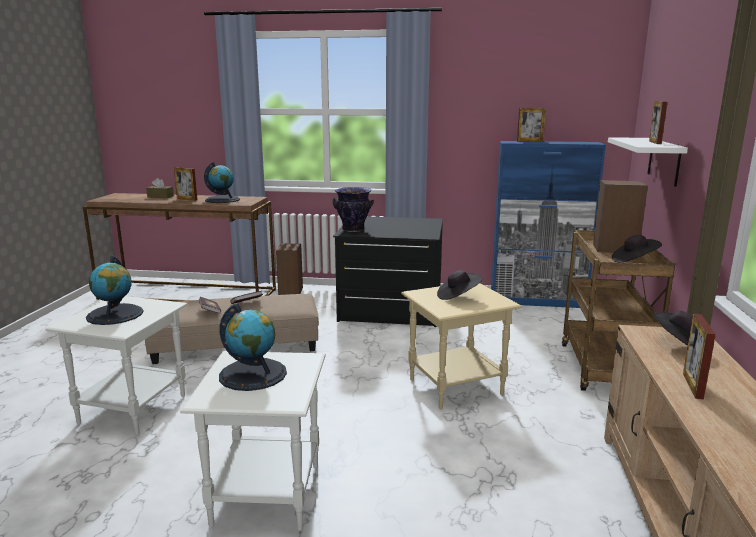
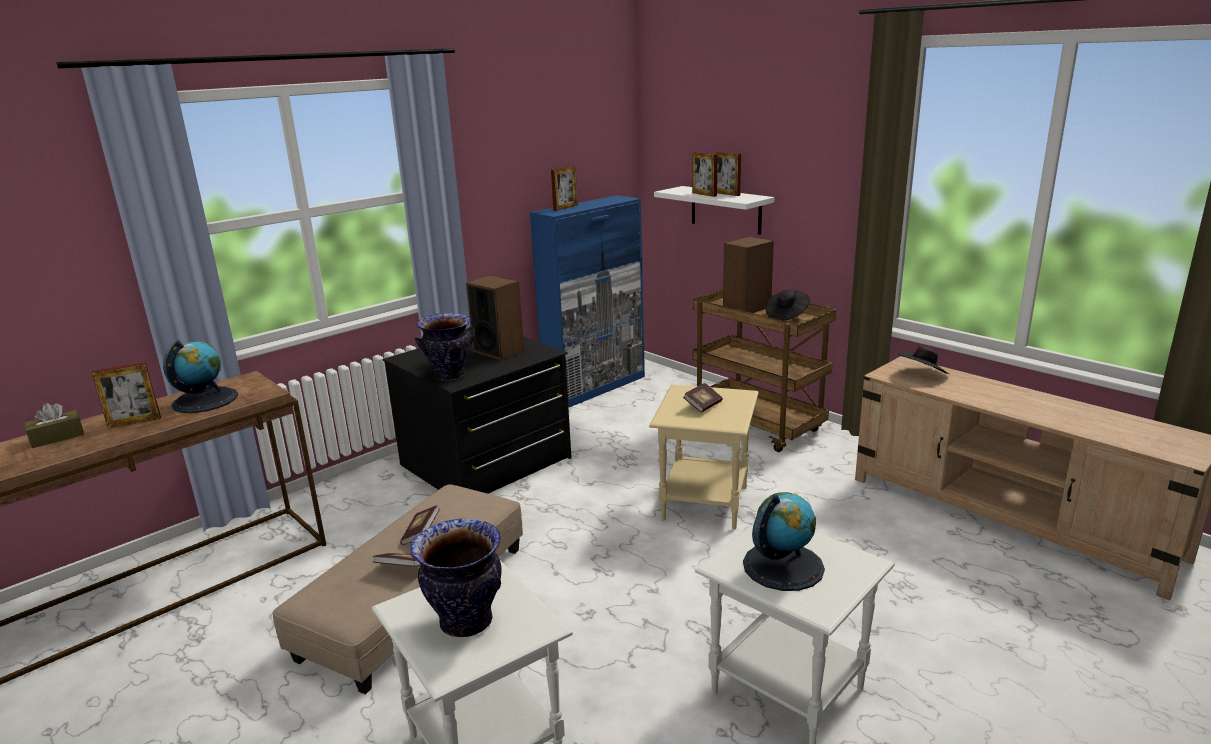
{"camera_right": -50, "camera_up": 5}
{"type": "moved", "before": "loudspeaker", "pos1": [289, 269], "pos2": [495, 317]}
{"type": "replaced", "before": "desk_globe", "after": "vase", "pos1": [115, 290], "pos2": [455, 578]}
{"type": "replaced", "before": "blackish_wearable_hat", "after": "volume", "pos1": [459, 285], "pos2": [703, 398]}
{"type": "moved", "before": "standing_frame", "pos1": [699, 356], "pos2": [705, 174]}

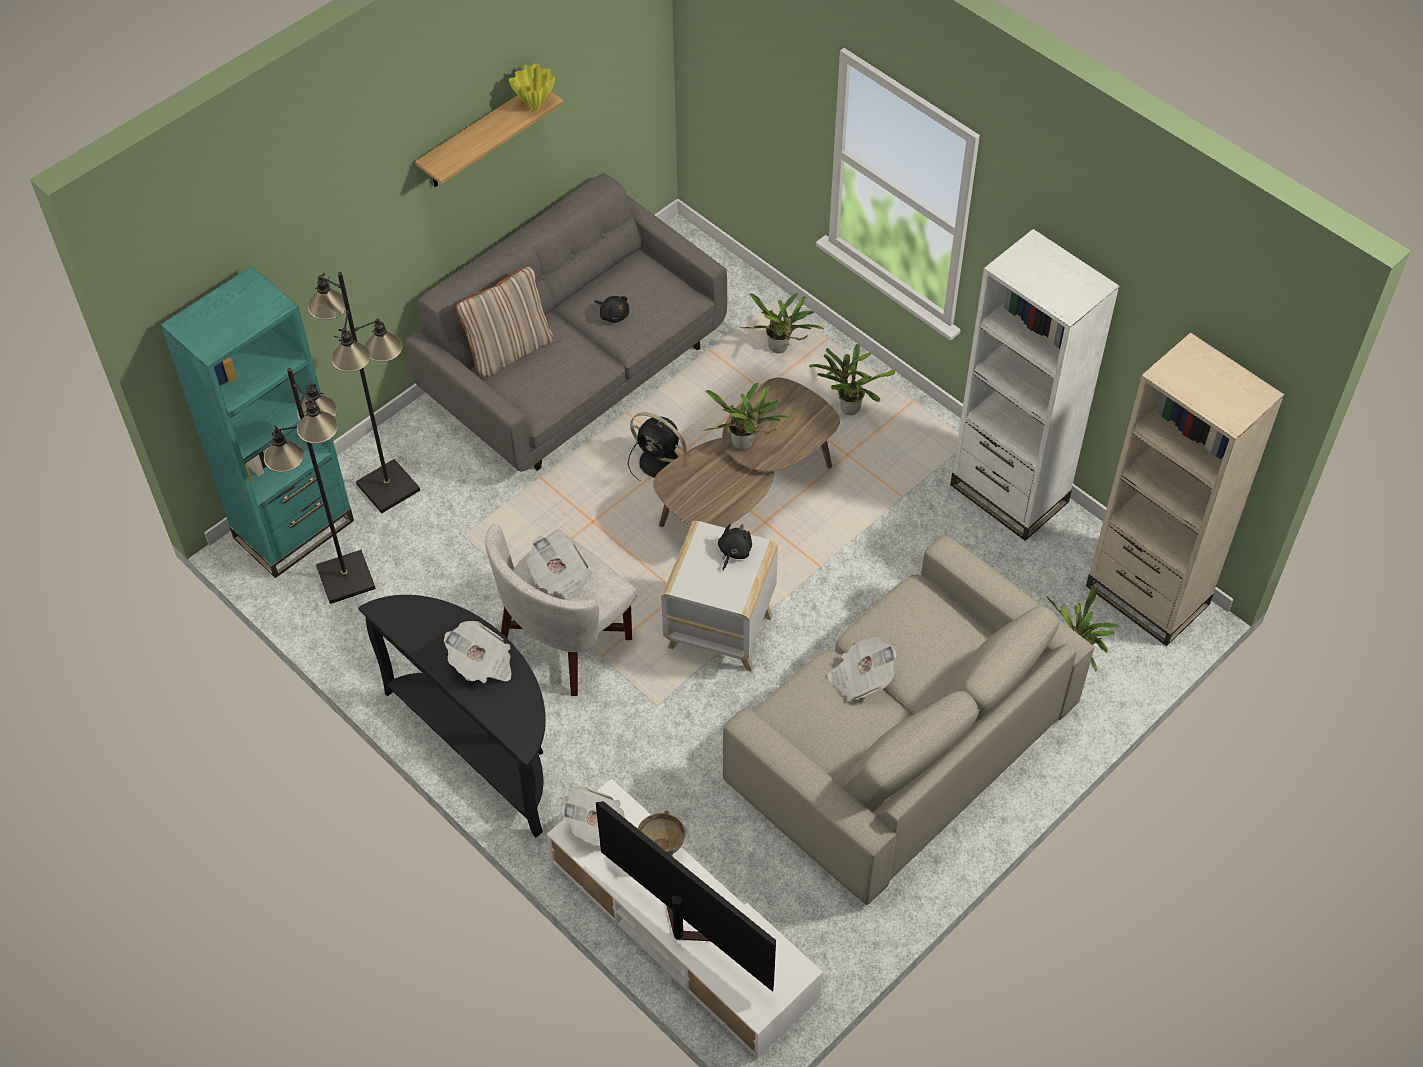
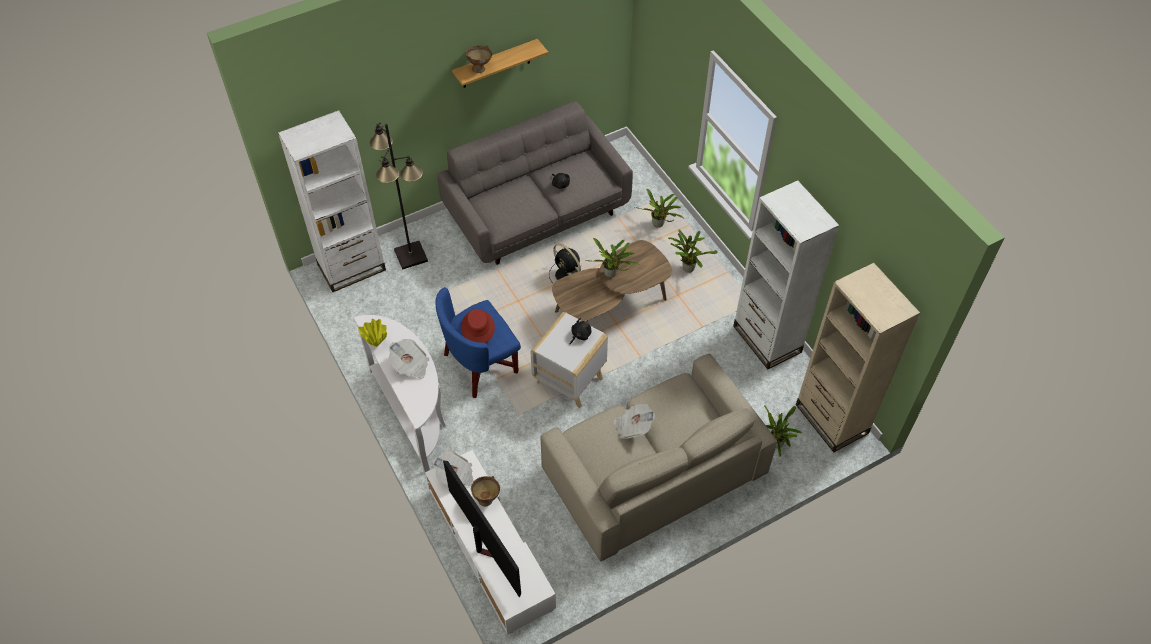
{"camera_right": 15, "camera_up": 0}
{"type": "moved", "before": "yellowish_vase", "pos1": [532, 87], "pos2": [372, 333]}
{"type": "recoloured", "before": "turquoise_bookshelf", "after": "white-coloured_bookshelf", "pos1": [257, 422], "pos2": [332, 201]}
{"type": "removed", "before": "beige-coloured_pillow", "pos1": [505, 322]}
{"type": "removed", "before": "blackish_standard_lamp", "pos1": [320, 486]}
{"type": "recoloured", "before": "white-coloured_easy_chair", "after": "bluish_easy_chair", "pos1": [561, 610], "pos2": [478, 342]}
{"type": "replaced", "before": "daily_paper", "after": "reddish_wearable_hat", "pos1": [559, 568], "pos2": [478, 326]}
{"type": "recoloured", "before": "blackish_console_table", "after": "white-coloured_console_table", "pos1": [452, 716], "pos2": [400, 393]}
{"type": "added", "after": "brown_serving_bowl", "pos2": [479, 59]}

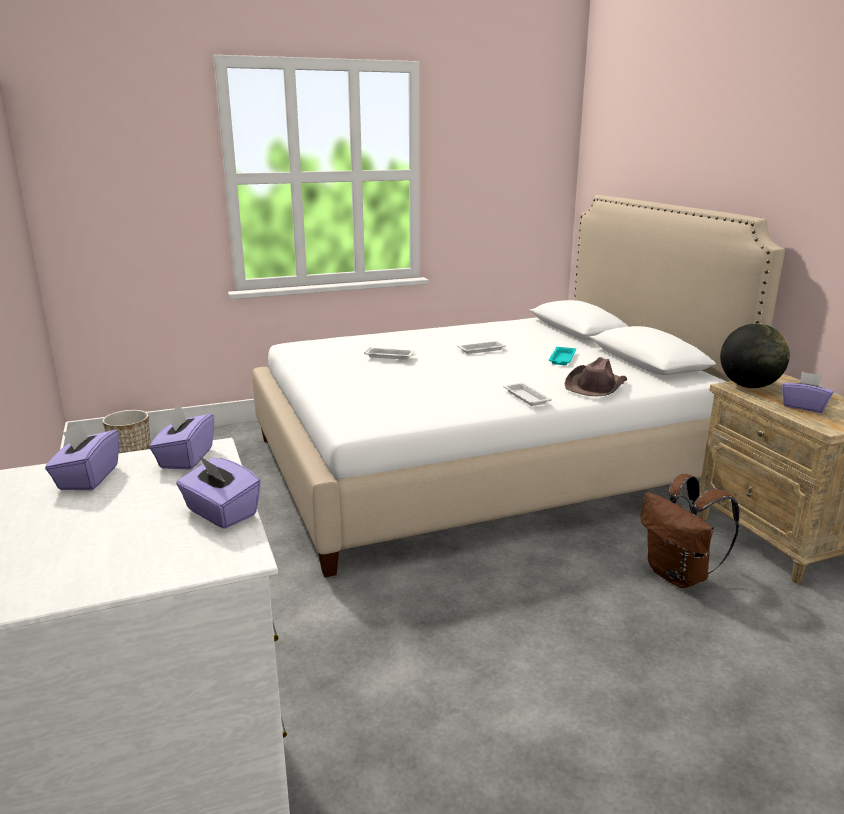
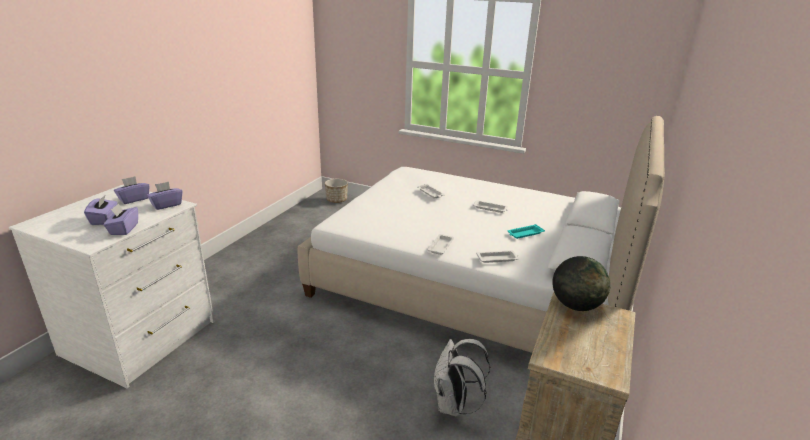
{"camera_right": 45, "camera_up": 5}
{"type": "replaced", "before": "brown_wearable_hat", "after": "white-coloured_tray", "pos1": [596, 376], "pos2": [497, 256]}
{"type": "moved", "before": "purple_tissue_box", "pos1": [808, 392], "pos2": [101, 209]}
{"type": "recoloured", "before": "brown_rucksack", "after": "white-coloured_rucksack", "pos1": [690, 531], "pos2": [462, 378]}

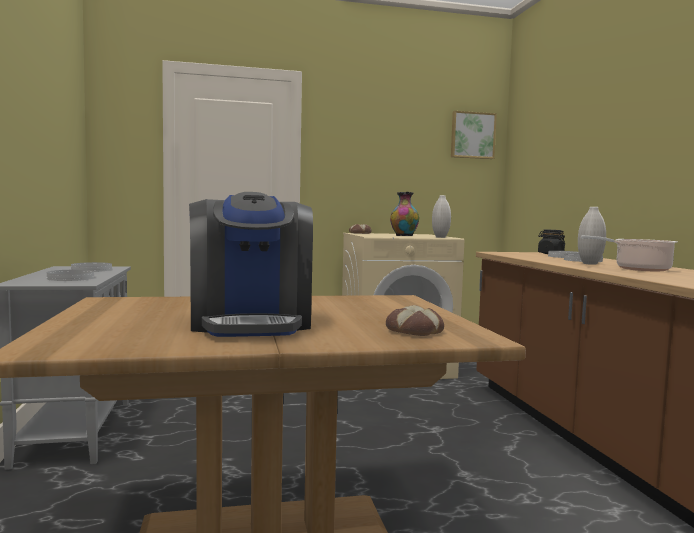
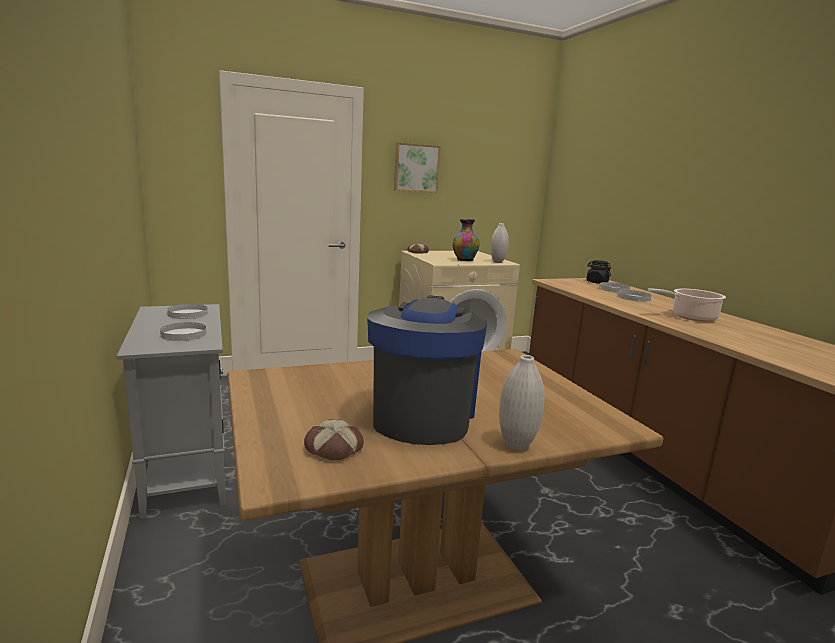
{"camera_right": -10, "camera_up": 10}
{"type": "moved", "before": "wall_picture", "pos1": [474, 135], "pos2": [417, 167]}
{"type": "turned", "before": "coffee_maker", "pos1": [251, 264], "pos2": [427, 370], "turn": -150}
{"type": "moved", "before": "white-coloured_vase", "pos1": [592, 236], "pos2": [522, 402]}
{"type": "moved", "before": "bakery_bread", "pos1": [415, 320], "pos2": [334, 439]}

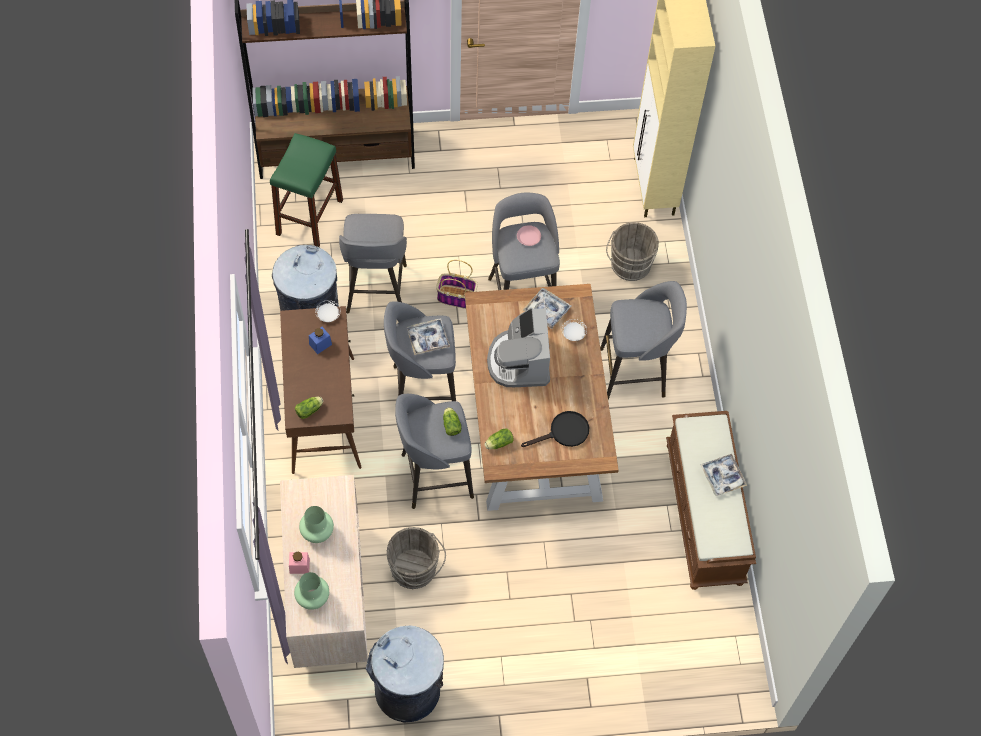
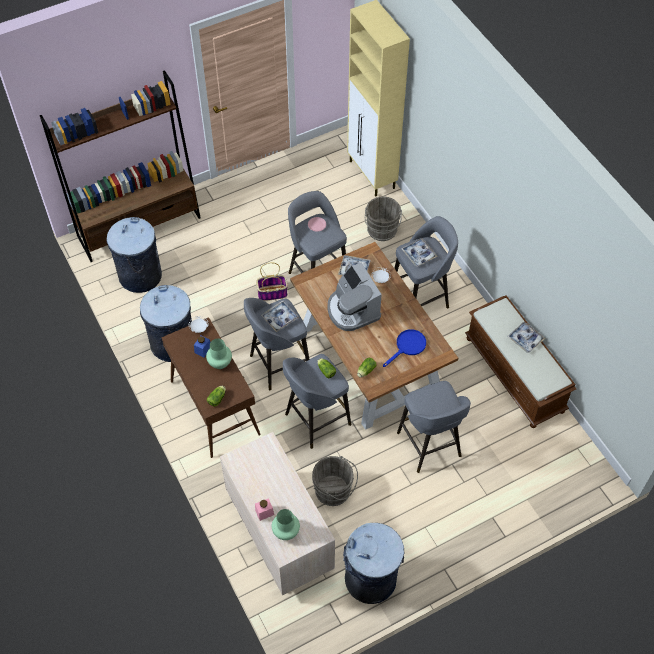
{"camera_right": -20, "camera_up": -5}
{"type": "replaced", "before": "green_stool_seat", "after": "grey_rubbish_bin", "pos1": [306, 190], "pos2": [134, 255]}
{"type": "moved", "before": "grey_stool_seat", "pos1": [373, 263], "pos2": [434, 427]}
{"type": "recoloured", "before": "blackish_frying_pan", "after": "bluish_frying_pan", "pos1": [555, 429], "pos2": [404, 348]}
{"type": "moved", "before": "green_vase", "pos1": [316, 524], "pos2": [219, 354]}
{"type": "added", "after": "tray", "pos2": [419, 252]}

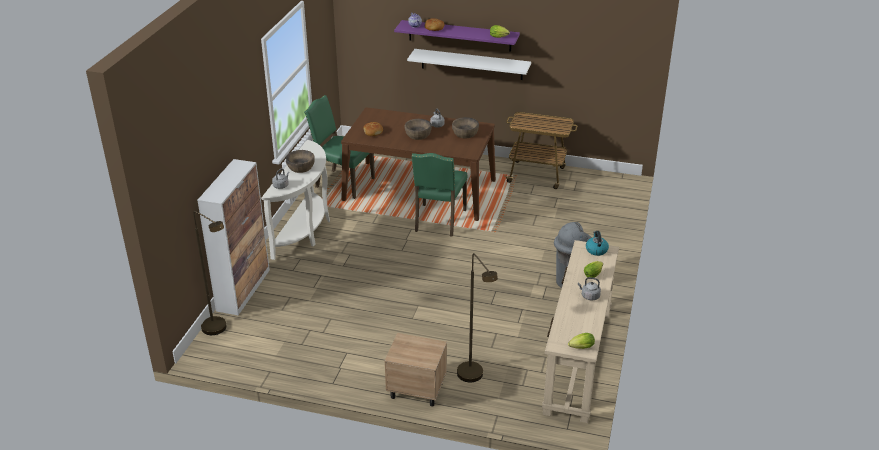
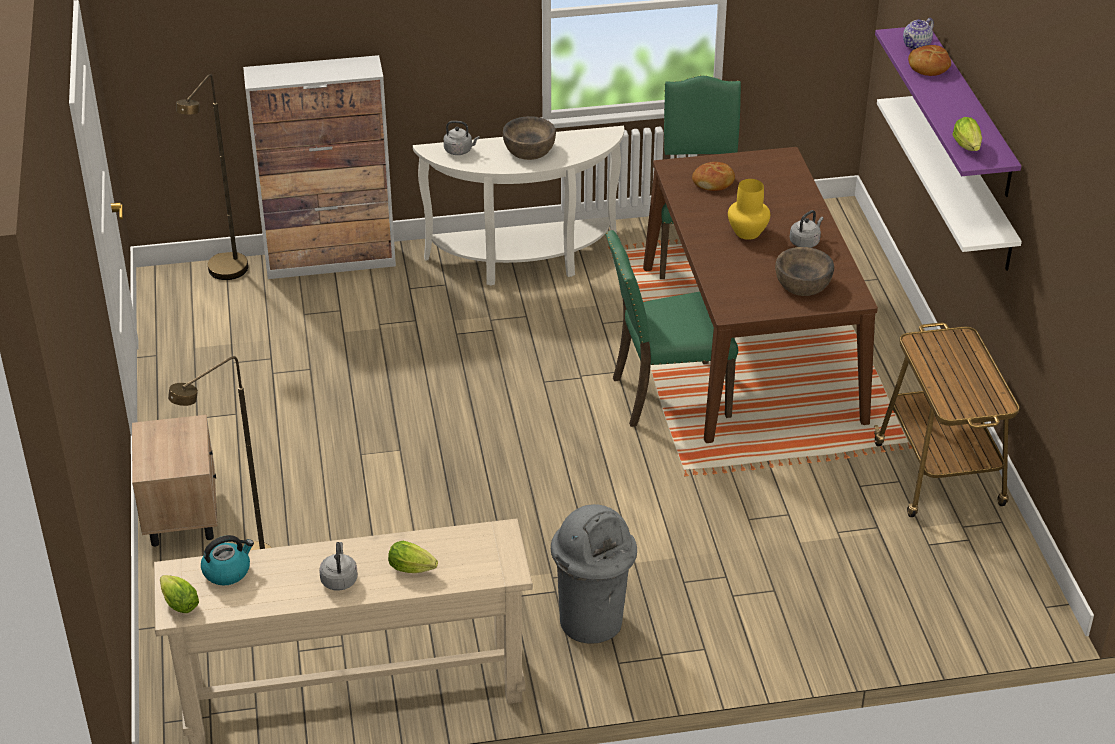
{"camera_right": 65, "camera_up": 5}
{"type": "replaced", "before": "brown_serving_bowl", "after": "yellowish_vase", "pos1": [418, 129], "pos2": [749, 209]}
{"type": "moved", "before": "tea_kettle", "pos1": [597, 243], "pos2": [227, 560]}

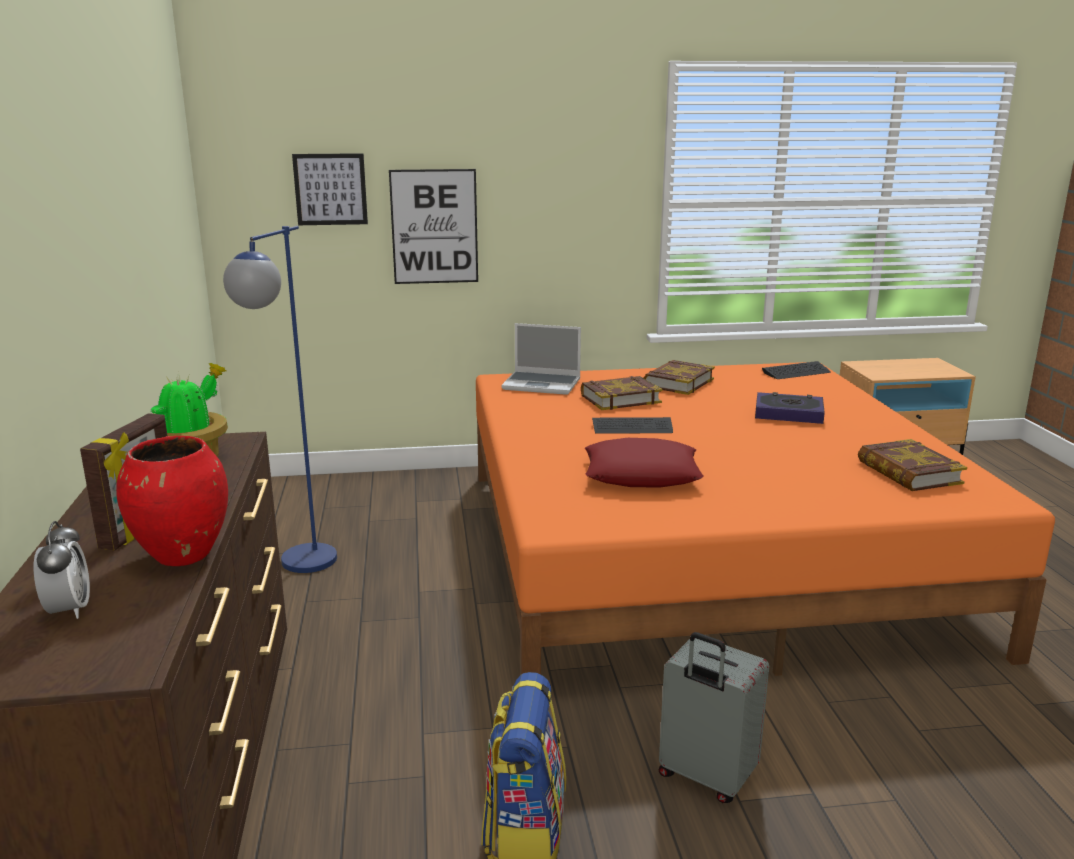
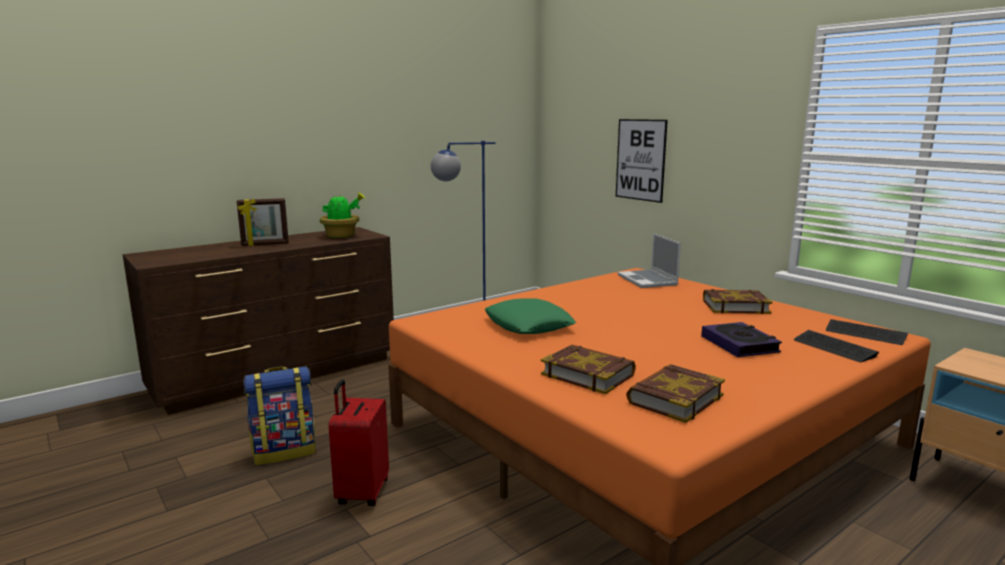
{"camera_right": 60, "camera_up": -5}
{"type": "removed", "before": "wall_picture", "pos1": [330, 189]}
{"type": "moved", "before": "volume", "pos1": [622, 393], "pos2": [588, 369]}
{"type": "moved", "before": "keyboard", "pos1": [632, 425], "pos2": [836, 346]}
{"type": "removed", "before": "reddish_vase", "pos1": [172, 501]}
{"type": "recoloured", "before": "reddish_pillow", "after": "green_pillow", "pos1": [644, 463], "pos2": [530, 316]}
{"type": "removed", "before": "table_clock", "pos1": [62, 570]}
{"type": "recoloured", "before": "grey_piece_of_luggage", "after": "reddish_piece_of_luggage", "pos1": [714, 717], "pos2": [358, 443]}

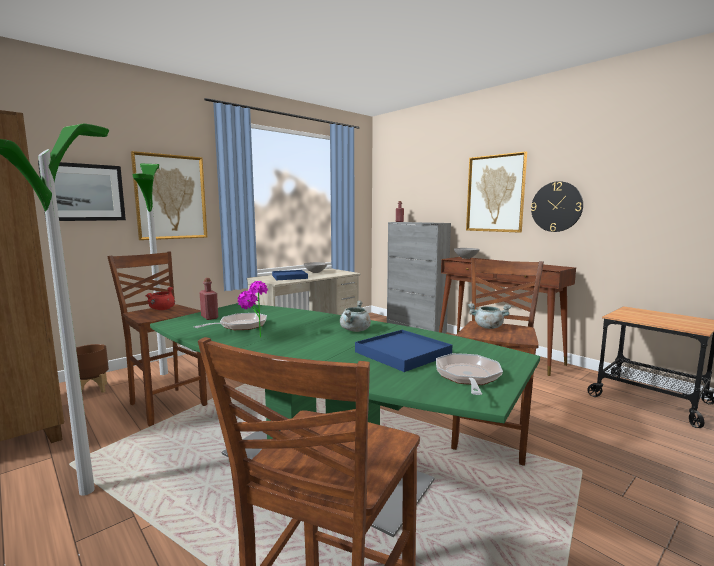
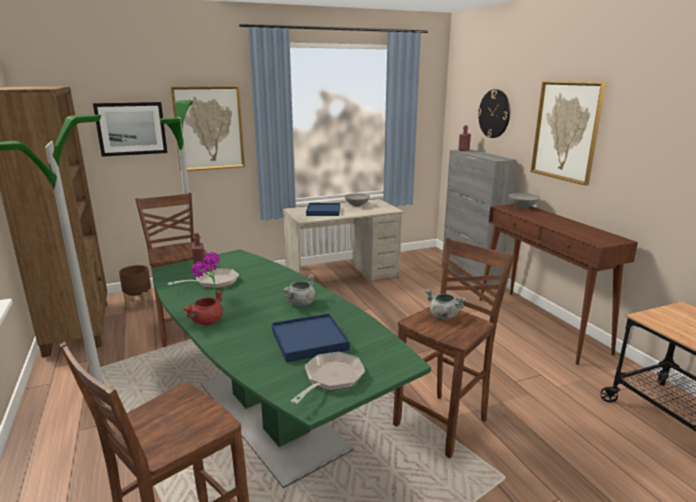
{"camera_right": 20, "camera_up": 10}
{"type": "moved", "before": "hanging_clock", "pos1": [557, 206], "pos2": [493, 113]}
{"type": "moved", "before": "reddish_stockpot", "pos1": [160, 298], "pos2": [203, 307]}

